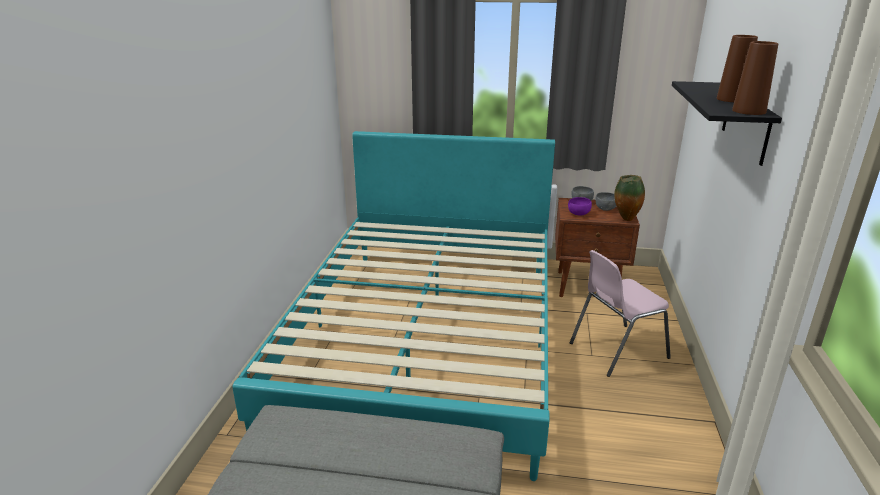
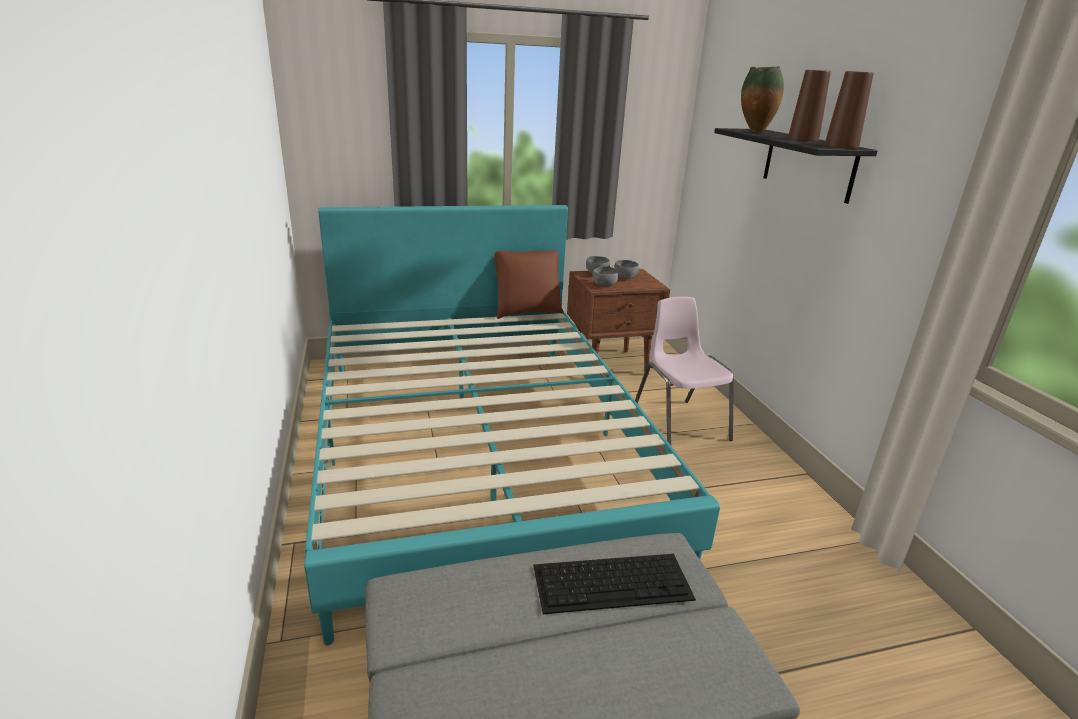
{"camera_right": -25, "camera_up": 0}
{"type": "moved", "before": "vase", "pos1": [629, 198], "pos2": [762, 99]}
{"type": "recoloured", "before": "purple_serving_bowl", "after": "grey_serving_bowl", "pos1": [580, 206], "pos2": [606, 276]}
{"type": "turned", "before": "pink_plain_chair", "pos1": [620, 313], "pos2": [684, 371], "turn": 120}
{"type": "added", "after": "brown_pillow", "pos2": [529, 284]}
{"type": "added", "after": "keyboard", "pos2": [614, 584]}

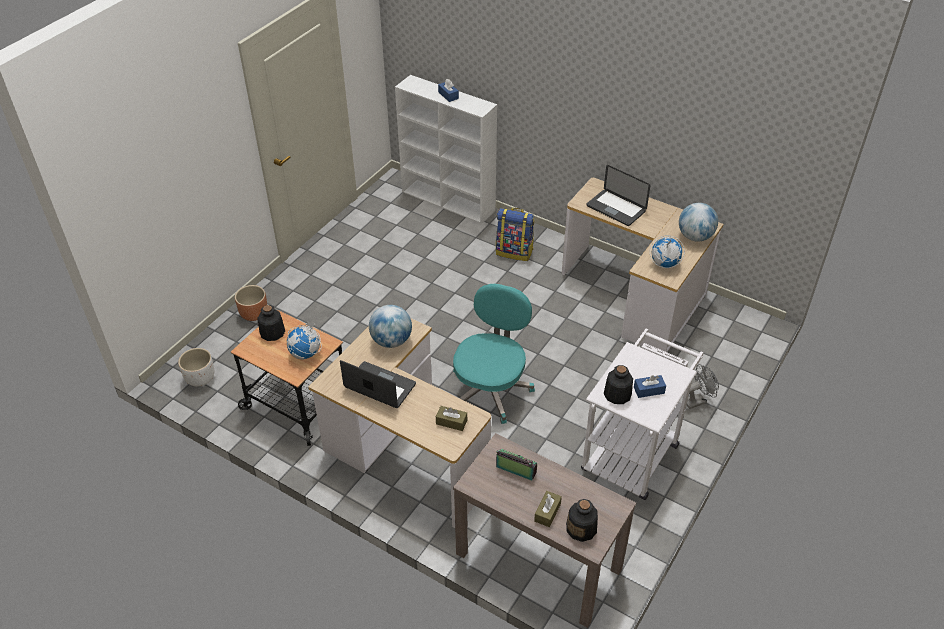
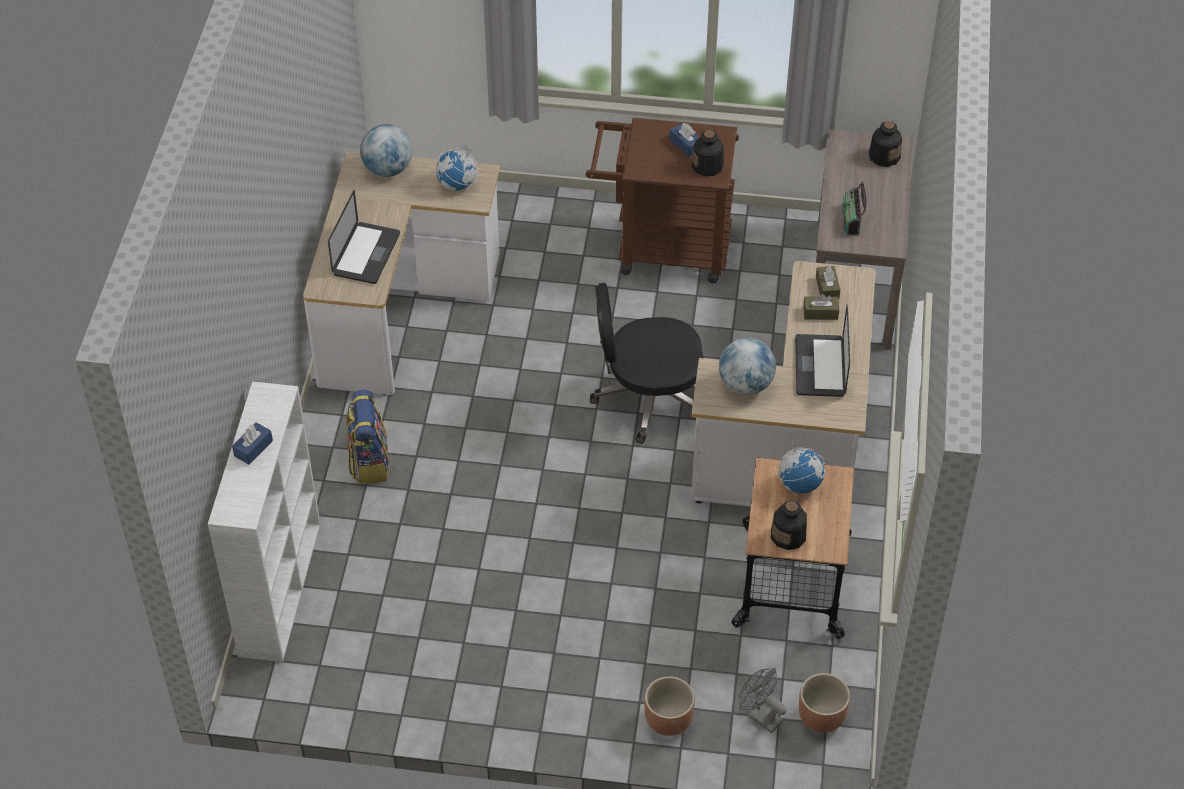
{"camera_right": -115, "camera_up": 5}
{"type": "recoloured", "before": "turquoise_desk_chair", "after": "blackish_desk_chair", "pos1": [494, 354], "pos2": [647, 363]}
{"type": "recoloured", "before": "white-coloured_trolley", "after": "brown_trolley", "pos1": [642, 414], "pos2": [662, 201]}
{"type": "recoloured", "before": "white-coloured_plant_pot", "after": "brown_plant_pot", "pos1": [196, 367], "pos2": [824, 703]}
{"type": "moved", "before": "grey_electric_fan", "pos1": [702, 386], "pos2": [763, 700]}
{"type": "moved", "before": "brown_tissue_box", "pos1": [548, 509], "pos2": [821, 307]}

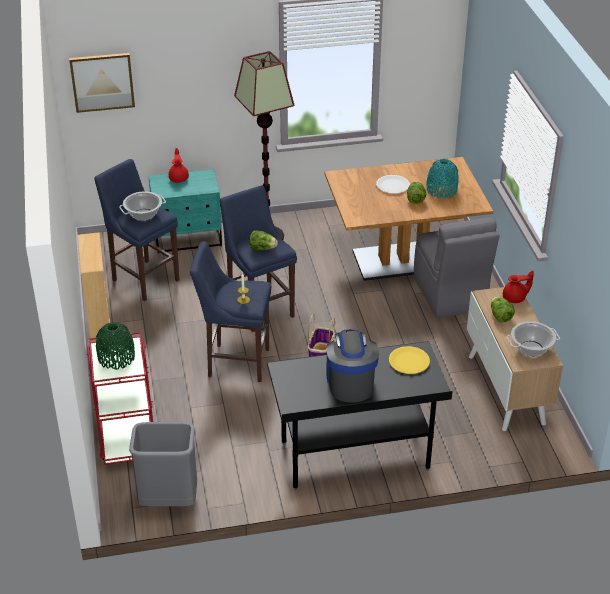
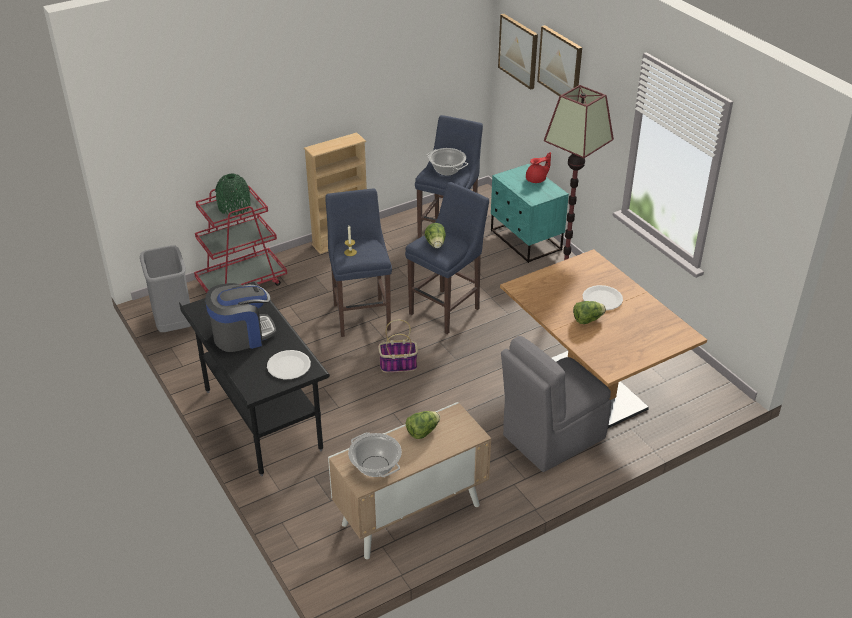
{"camera_right": 70, "camera_up": 0}
{"type": "removed", "before": "turquoise_vase", "pos1": [442, 178]}
{"type": "removed", "before": "reddish_teapot", "pos1": [518, 287]}
{"type": "recoloured", "before": "yellowish_flat_dish", "after": "white-coloured_flat_dish", "pos1": [409, 360], "pos2": [289, 364]}
{"type": "added", "after": "wall_picture", "pos2": [559, 60]}

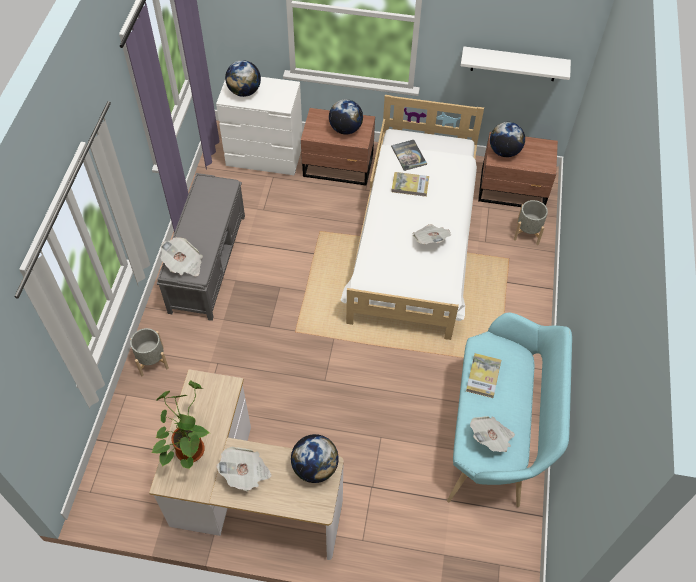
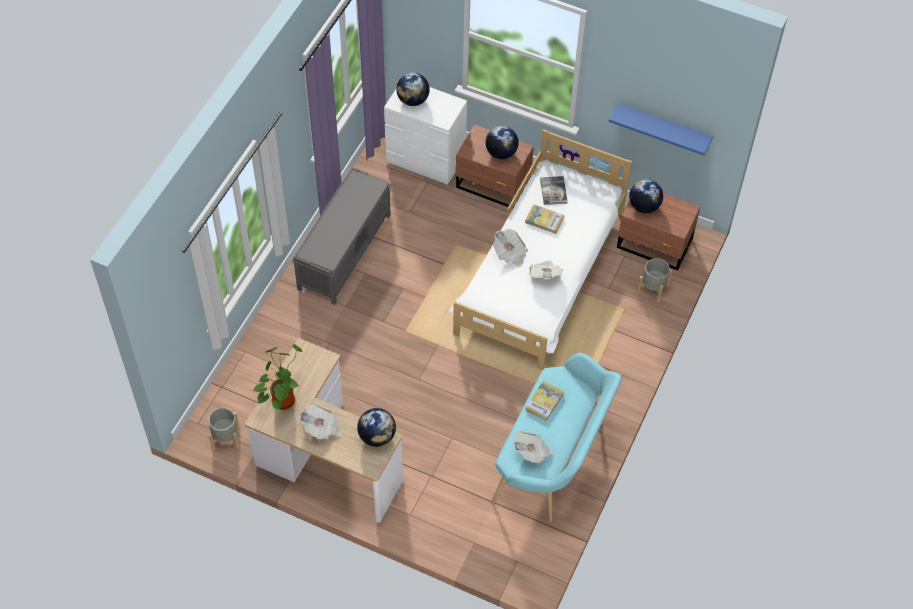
{"camera_right": 15, "camera_up": 0}
{"type": "recoloured", "before": "white-coloured_wall_shelf", "after": "bluish_wall_shelf", "pos1": [516, 63], "pos2": [660, 129]}
{"type": "moved", "before": "daily_paper", "pos1": [182, 256], "pos2": [510, 248]}
{"type": "moved", "before": "grey_plant_pot", "pos1": [149, 352], "pos2": [224, 428]}

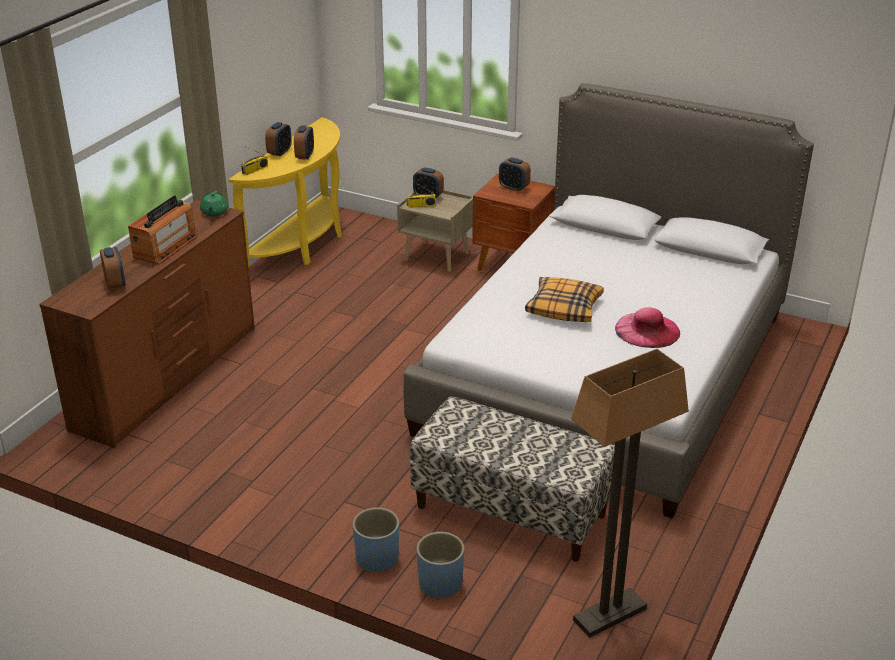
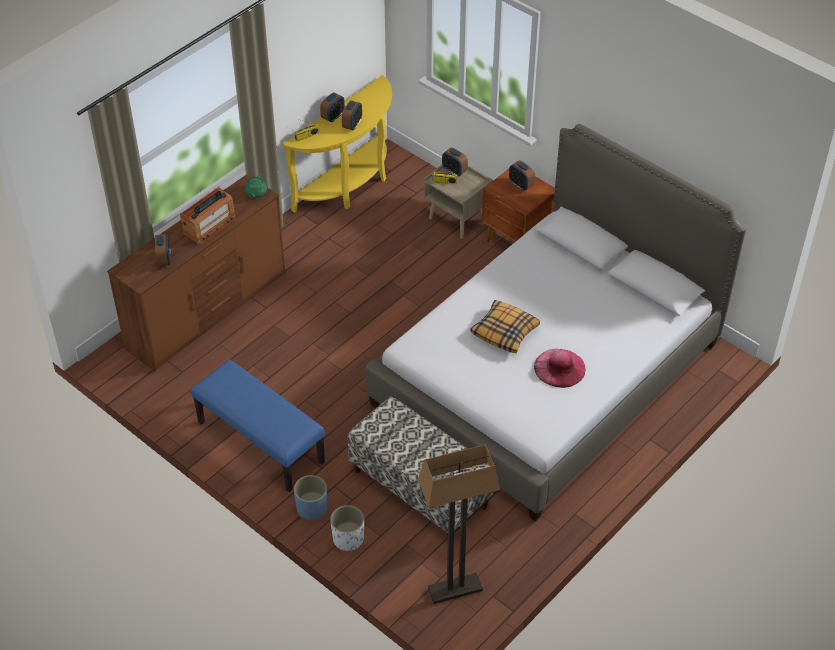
{"camera_right": 15, "camera_up": 15}
{"type": "recoloured", "before": "bluish_plant_pot", "after": "white-coloured_plant_pot", "pos1": [440, 565], "pos2": [347, 528]}
{"type": "added", "after": "bluish_indoor_bench", "pos2": [257, 425]}

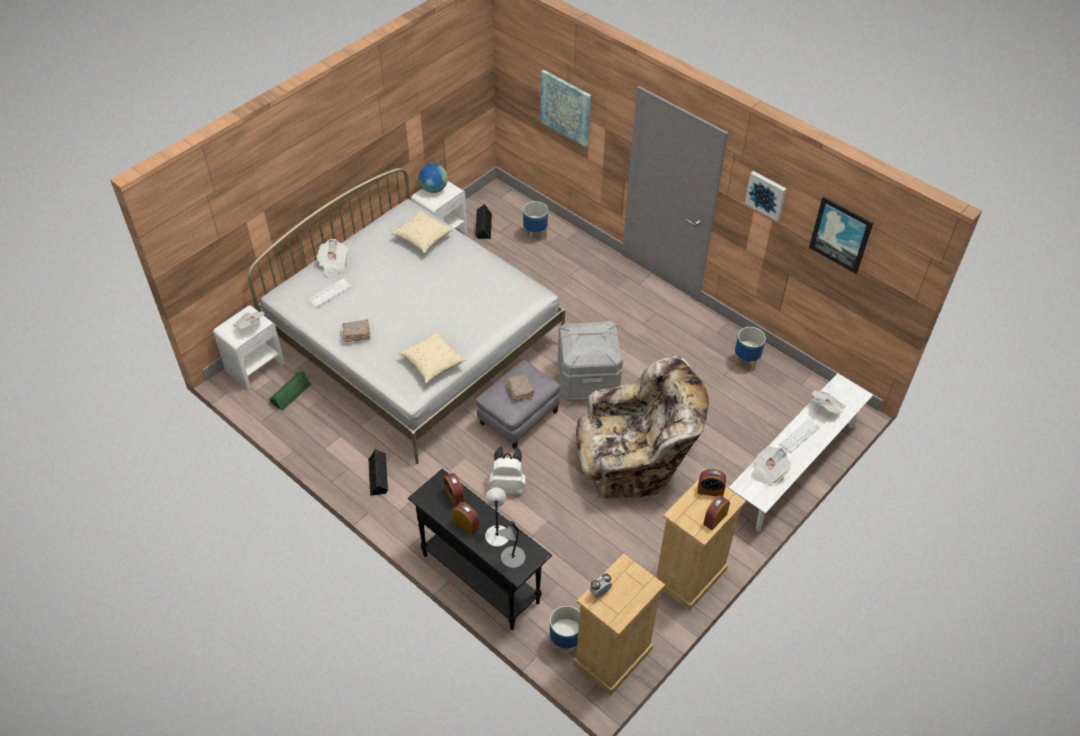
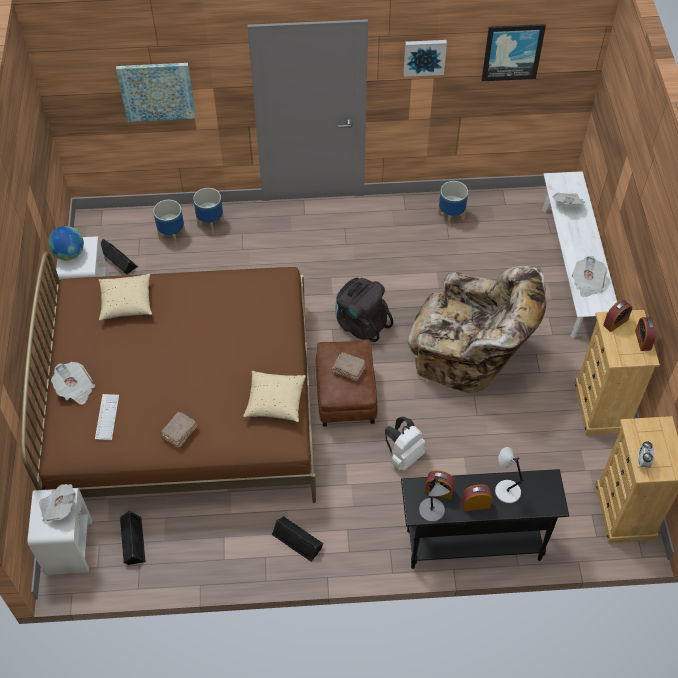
{"camera_right": -45, "camera_up": 5}
{"type": "recoloured", "before": "white-coloured_bed", "after": "brown_bed", "pos1": [406, 316], "pos2": [168, 377]}
{"type": "replaced", "before": "grey_storage_container", "after": "blackish_rucksack", "pos1": [590, 361], "pos2": [364, 310]}
{"type": "turned", "before": "beige-coloured_easy_chair", "pos1": [642, 428], "pos2": [477, 329], "turn": 75}
{"type": "recoloured", "before": "grey_pouffe", "after": "brown_pouffe", "pos1": [518, 404], "pos2": [347, 383]}
{"type": "recoloured", "before": "green_loudspeaker", "after": "blackish_loudspeaker", "pos1": [290, 391], "pos2": [133, 538]}
{"type": "removed", "before": "keyboard", "pos1": [799, 436]}
{"type": "moved", "before": "grey_tabletop_lamp", "pos1": [511, 545], "pos2": [434, 499]}
{"type": "moved", "before": "plant_pot", "pos1": [565, 630], "pos2": [208, 211]}

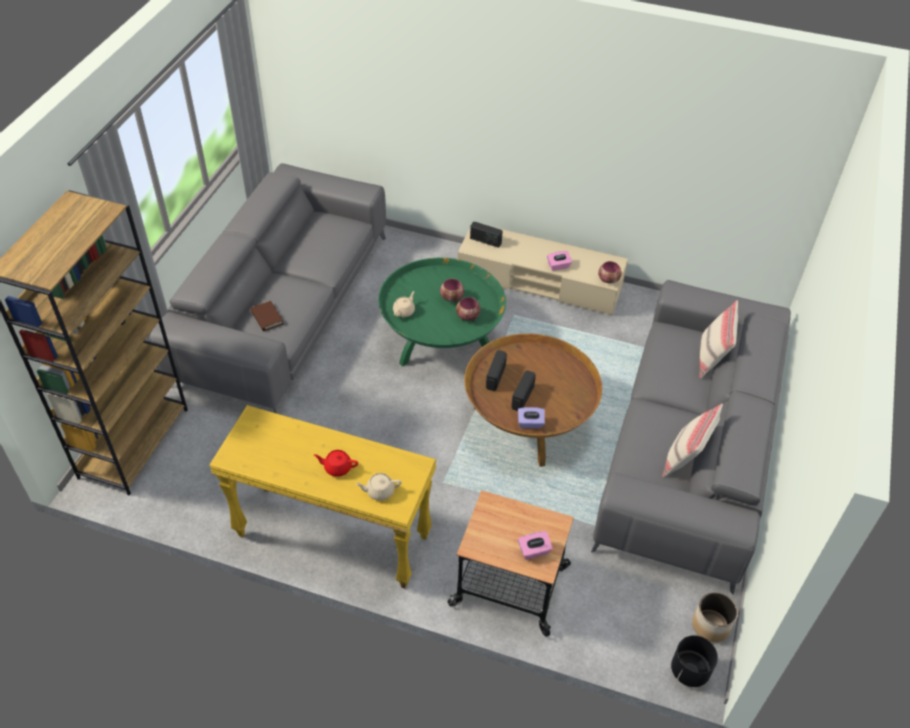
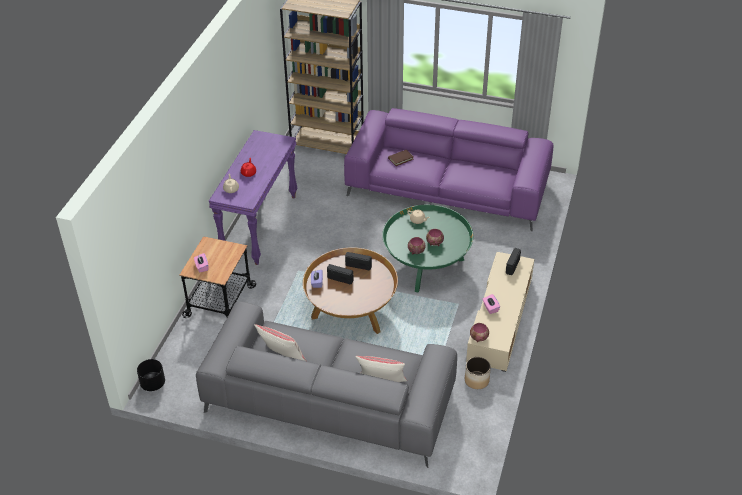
{"camera_right": 90, "camera_up": -5}
{"type": "recoloured", "before": "grey_sofa", "after": "purple_sofa", "pos1": [267, 288], "pos2": [448, 169]}
{"type": "recoloured", "before": "yellowish_console_table", "after": "purple_console_table", "pos1": [322, 497], "pos2": [252, 197]}
{"type": "moved", "before": "plant_pot", "pos1": [715, 617], "pos2": [478, 373]}

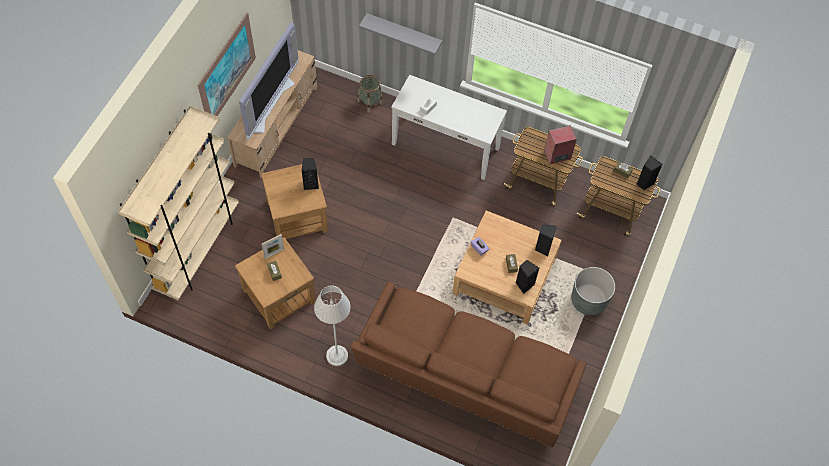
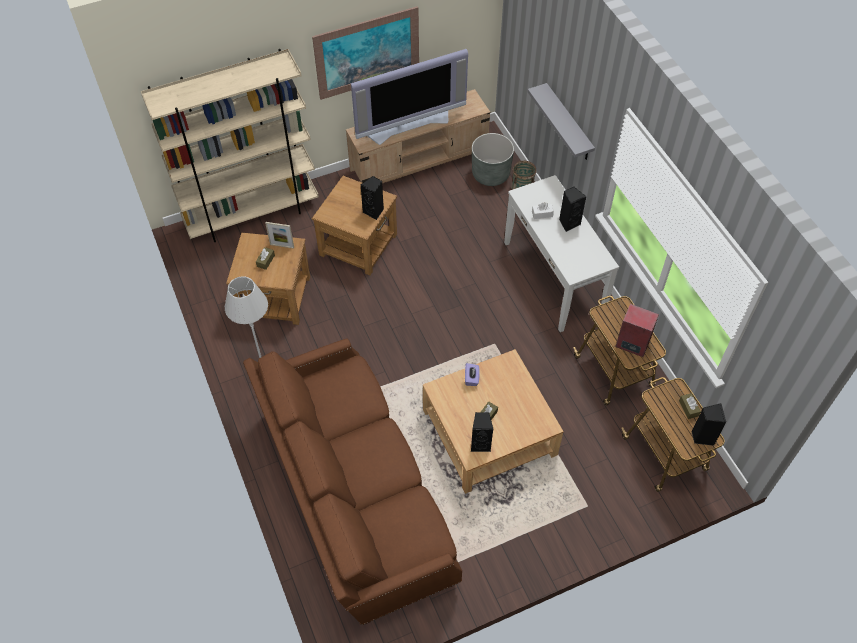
{"camera_right": 45, "camera_up": -5}
{"type": "moved", "before": "blackish_loudspeaker", "pos1": [546, 240], "pos2": [573, 209]}
{"type": "moved", "before": "grey_plant_pot", "pos1": [593, 291], "pos2": [493, 159]}

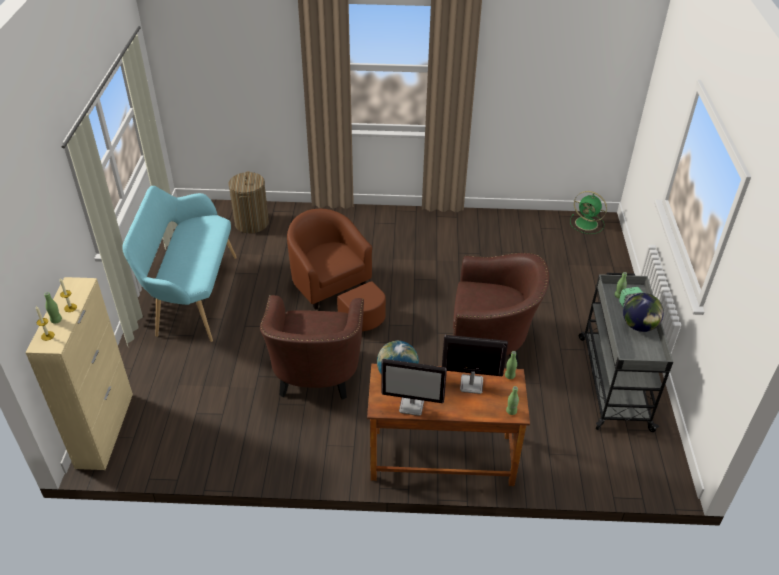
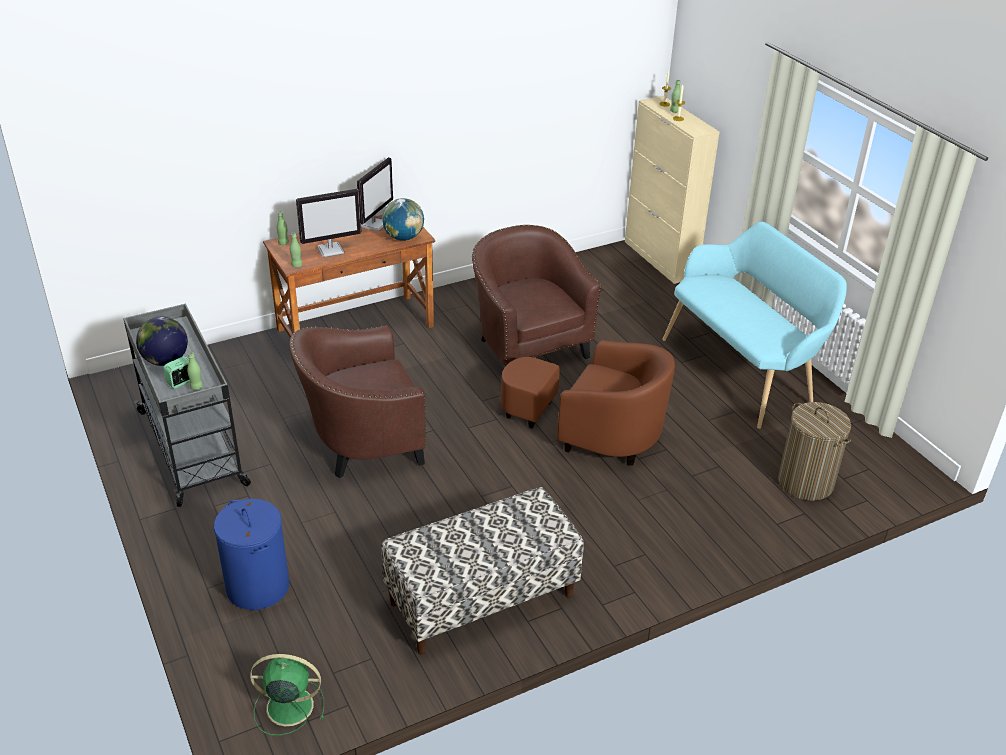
{"camera_right": 150, "camera_up": -5}
{"type": "turned", "before": "computer_display", "pos1": [414, 387], "pos2": [375, 194], "turn": 135}
{"type": "added", "after": "indoor_bench", "pos2": [482, 571]}
{"type": "added", "after": "bluish_washing_basket", "pos2": [251, 554]}

